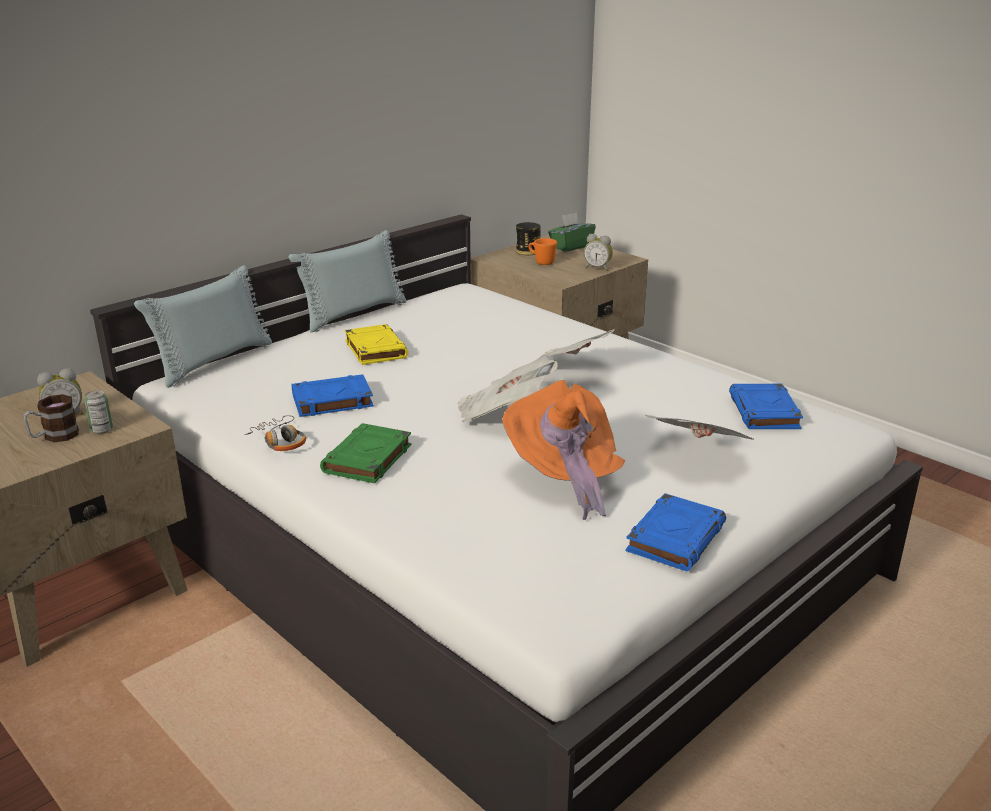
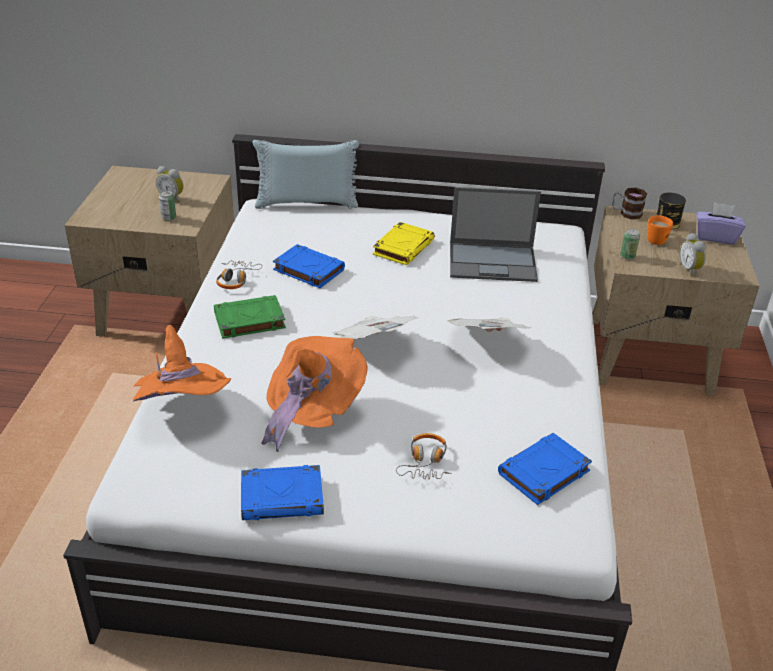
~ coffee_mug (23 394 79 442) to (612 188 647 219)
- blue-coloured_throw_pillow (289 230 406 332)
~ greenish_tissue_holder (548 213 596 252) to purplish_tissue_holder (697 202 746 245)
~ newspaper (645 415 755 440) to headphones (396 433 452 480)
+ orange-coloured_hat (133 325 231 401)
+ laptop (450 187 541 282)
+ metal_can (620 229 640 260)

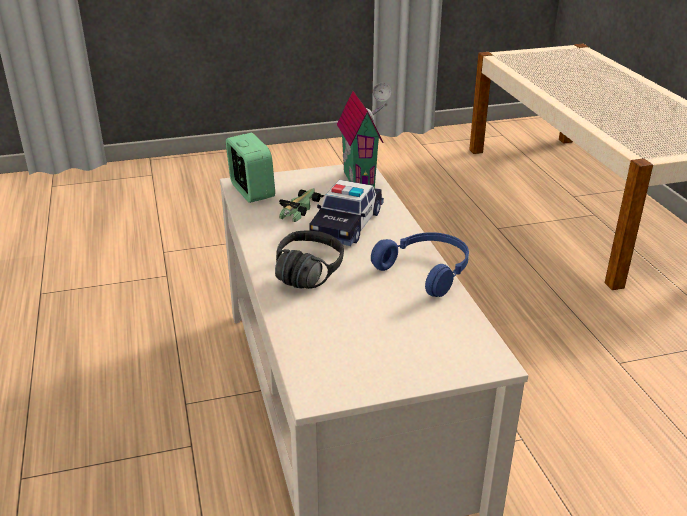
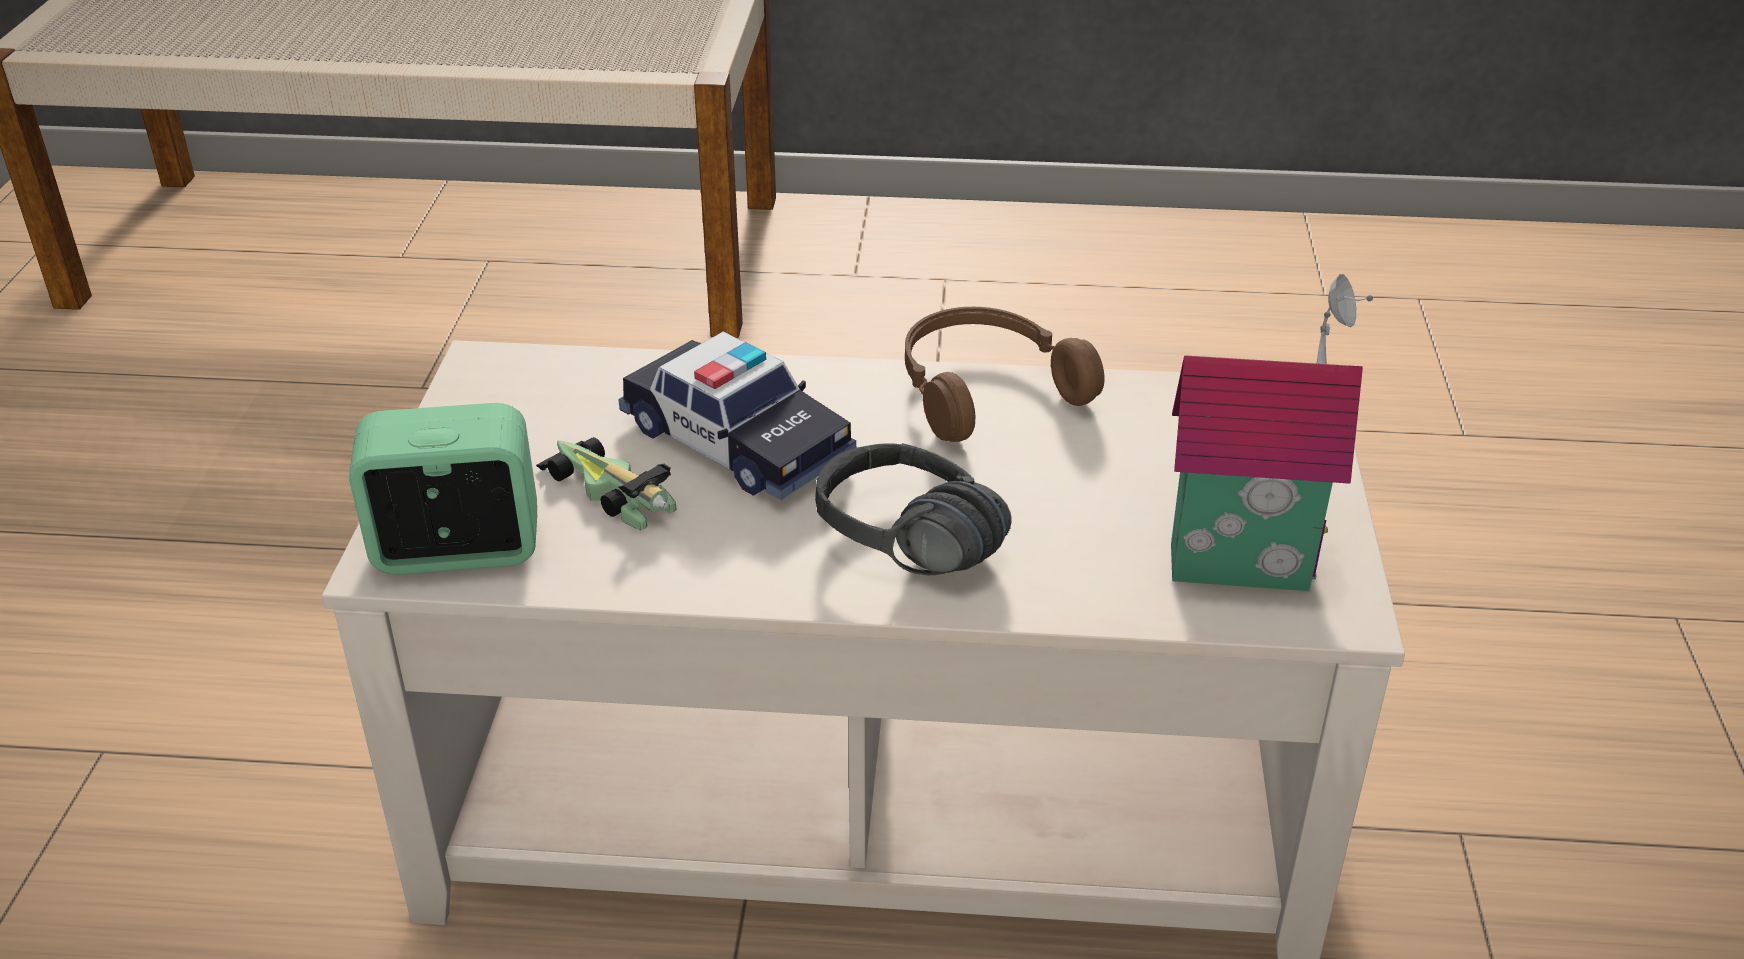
~ toy_house (337 83 391 188) to (1171 274 1373 591)
~ blue-coloured_headphones (371 232 469 297) to brown-coloured_headphones (905 307 1104 442)

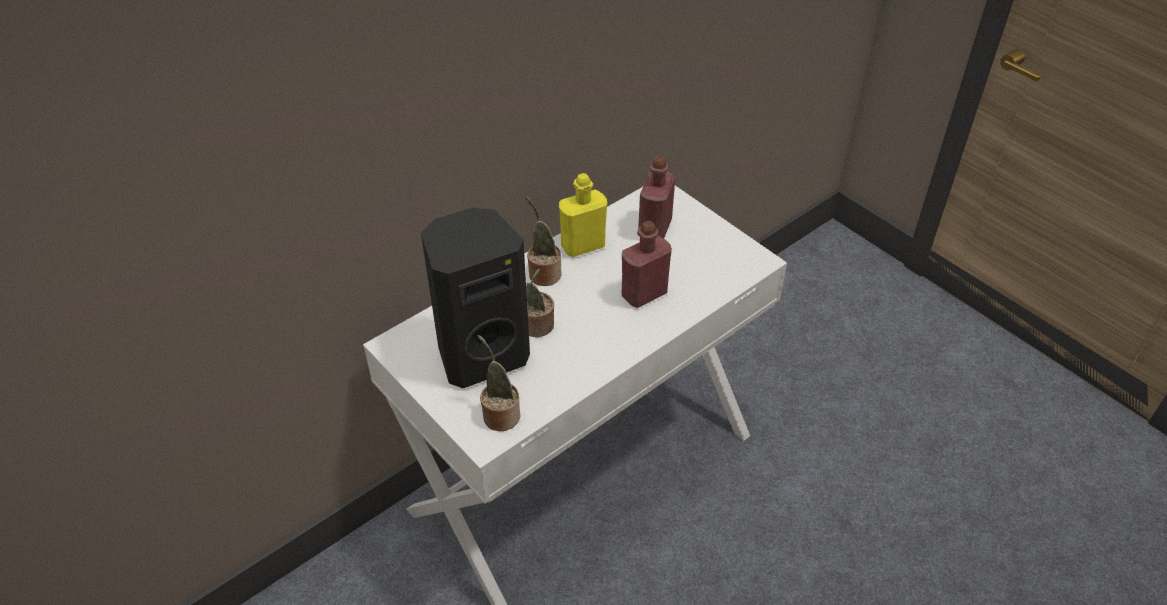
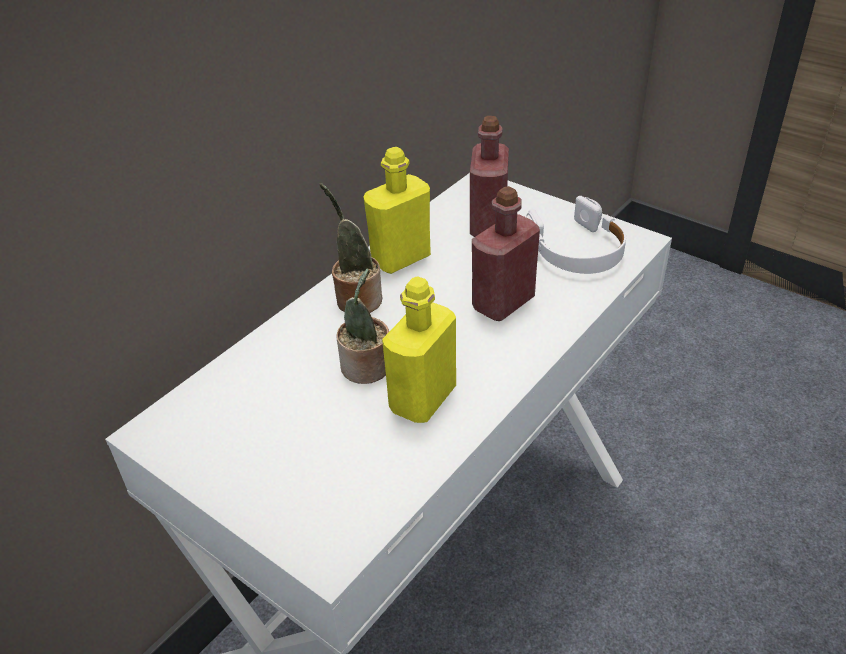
- black_audio_speaker (421 208 530 388)
- potted_plant (477 335 520 431)
+ yellow-coloured_beverage_bottle (382 276 456 423)
+ whitish_headphones (526 196 626 274)

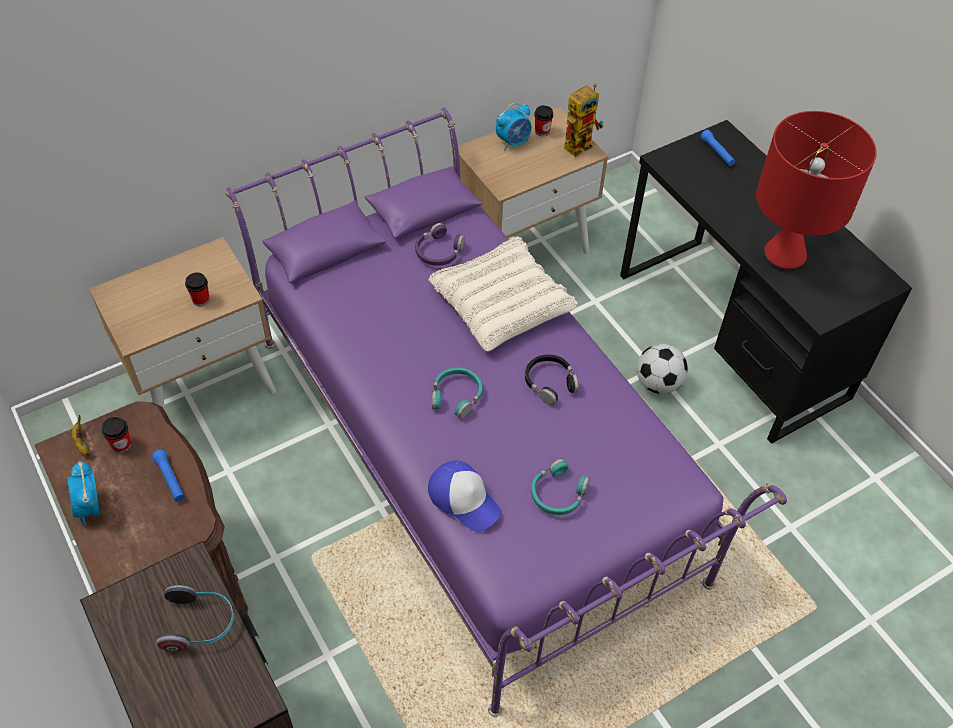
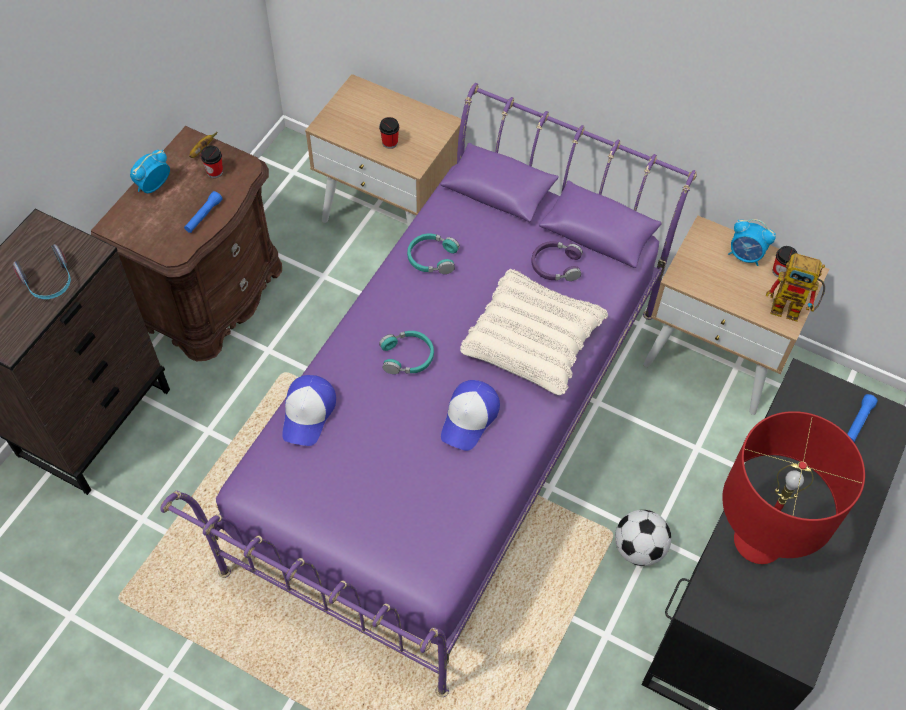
~ black_headphones (525 355 579 405) to cap (441 380 500 451)
~ turquoise_headphones (531 459 590 515) to (407 234 460 274)

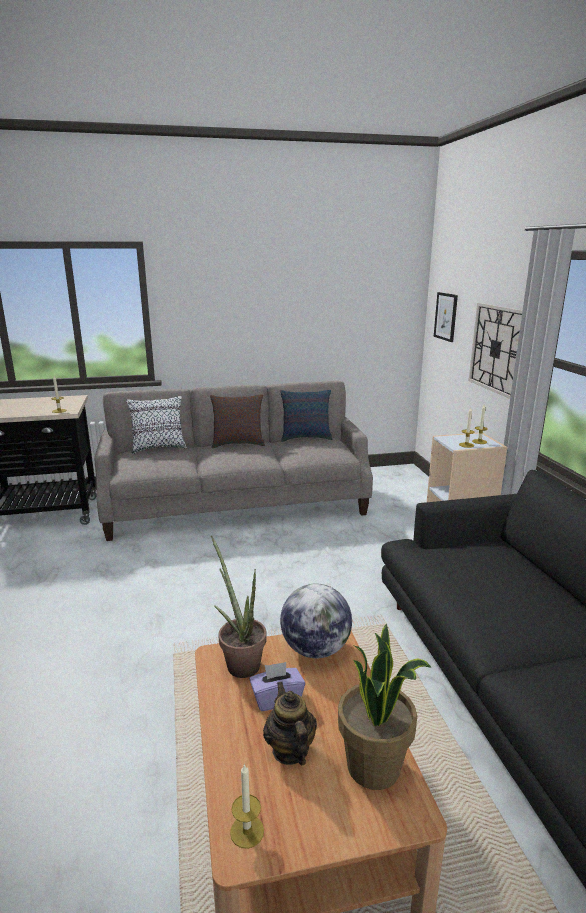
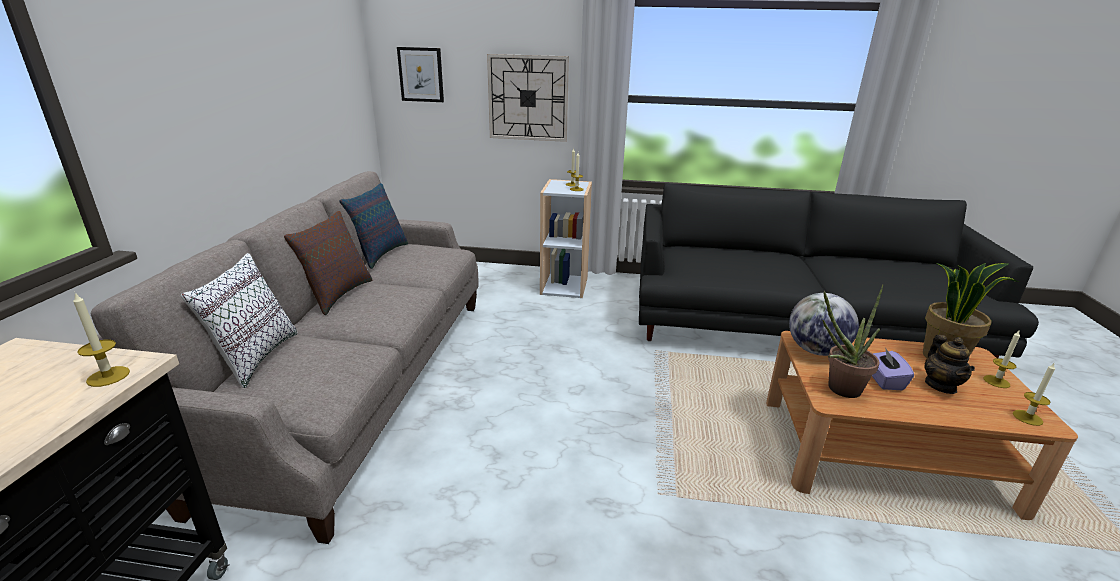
~ teapot (263 682 317 765) = (924 335 975 394) 90 degrees counterclockwise
+ wax_candle (984 331 1020 388)

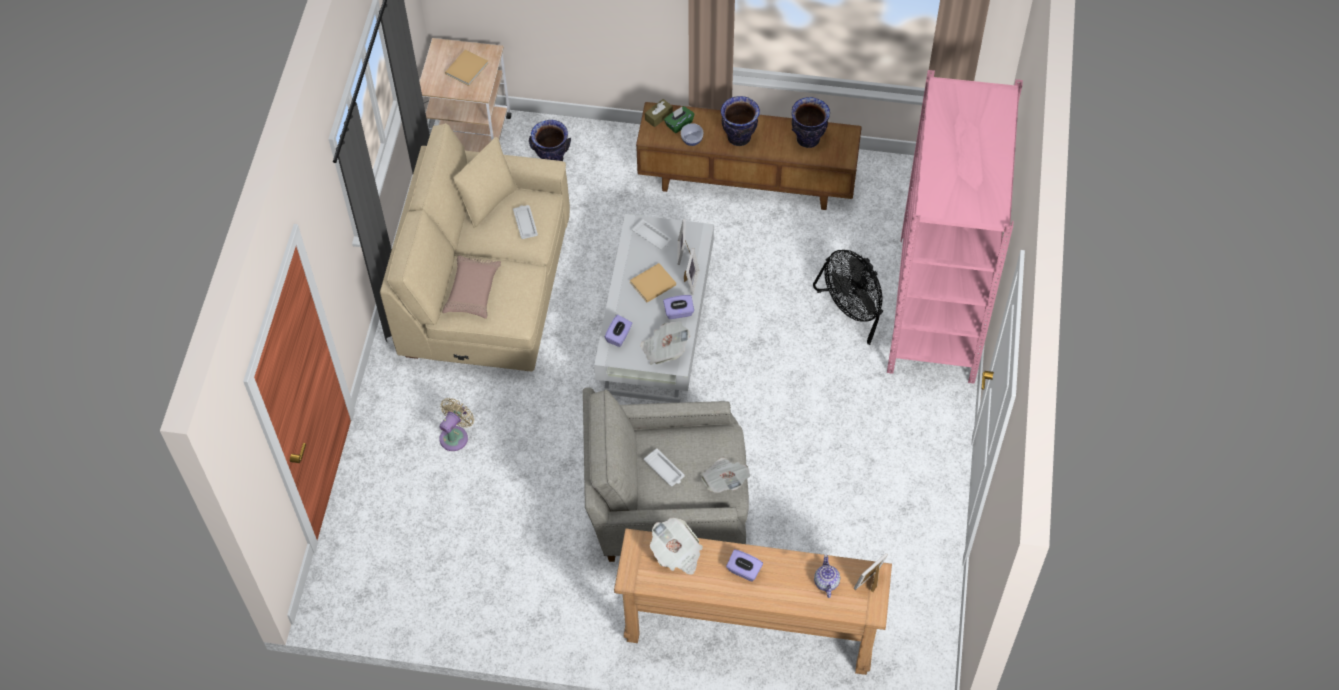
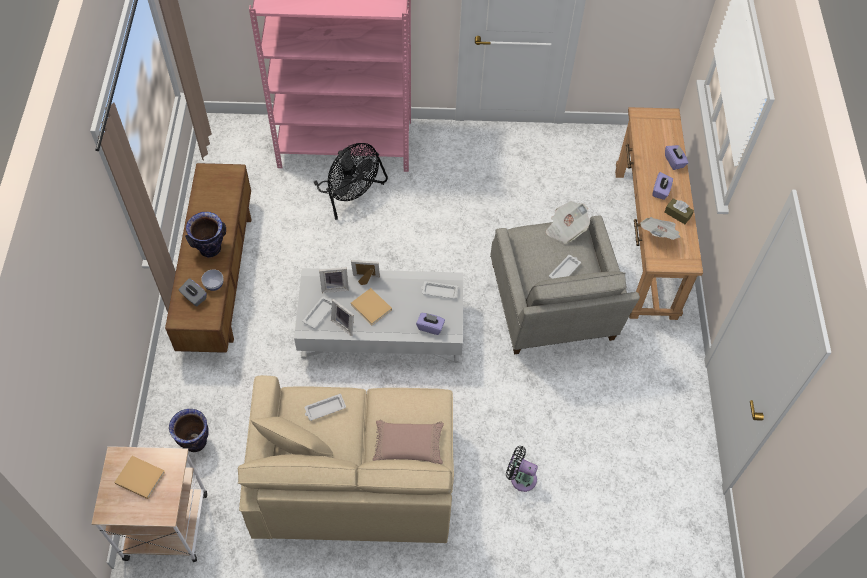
~ sand-coloured_cooling_fan (439 398 474 451) to black_cooling_fan (506 446 538 492)
~ newspaper (640 321 690 365) to whitish_carrying_tray (421 281 459 299)
~ brown-coloured_tissue_holder (645 99 673 127) to (664 198 694 224)
~ purplish_tissue_holder (663 295 694 319) to (665 145 689 170)
~ greenish_tissue_holder (664 106 695 133) to grey_tissue_holder (179 278 207 307)
- vase (791 97 830 148)
- teapot (814 555 840 598)
~ picture_frame (854 553 888 592) to (331 299 354 336)

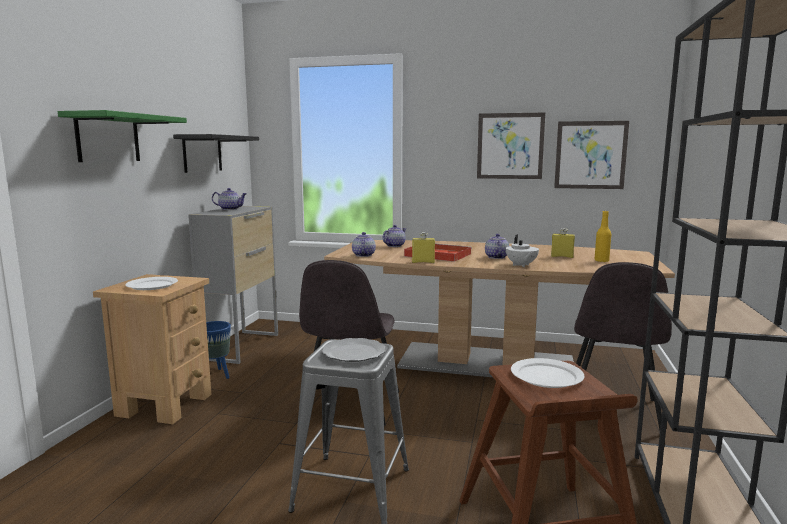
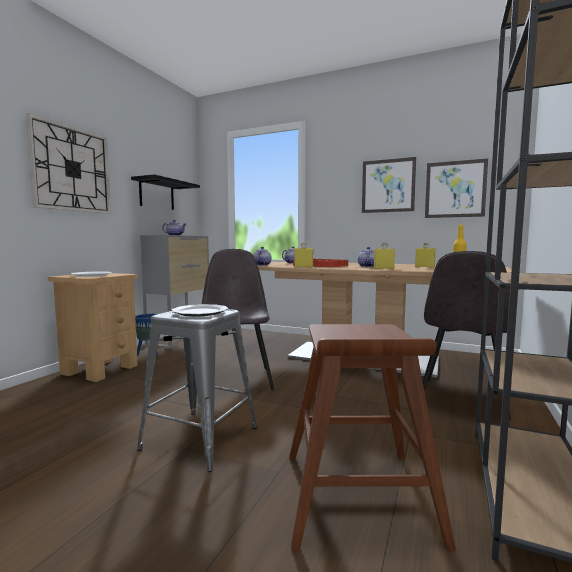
~ greenish_bracket_shelf (58 110 187 162) to clock_on_the_wall (26 113 111 214)
~ grey_chair (299 260 399 426) = (202 249 274 390) 150 degrees clockwise
~ whitish_teapot (506 234 539 267) to yellow-coloured_beverage_bottle (373 243 395 270)
- whitish_plate (511 358 584 388)

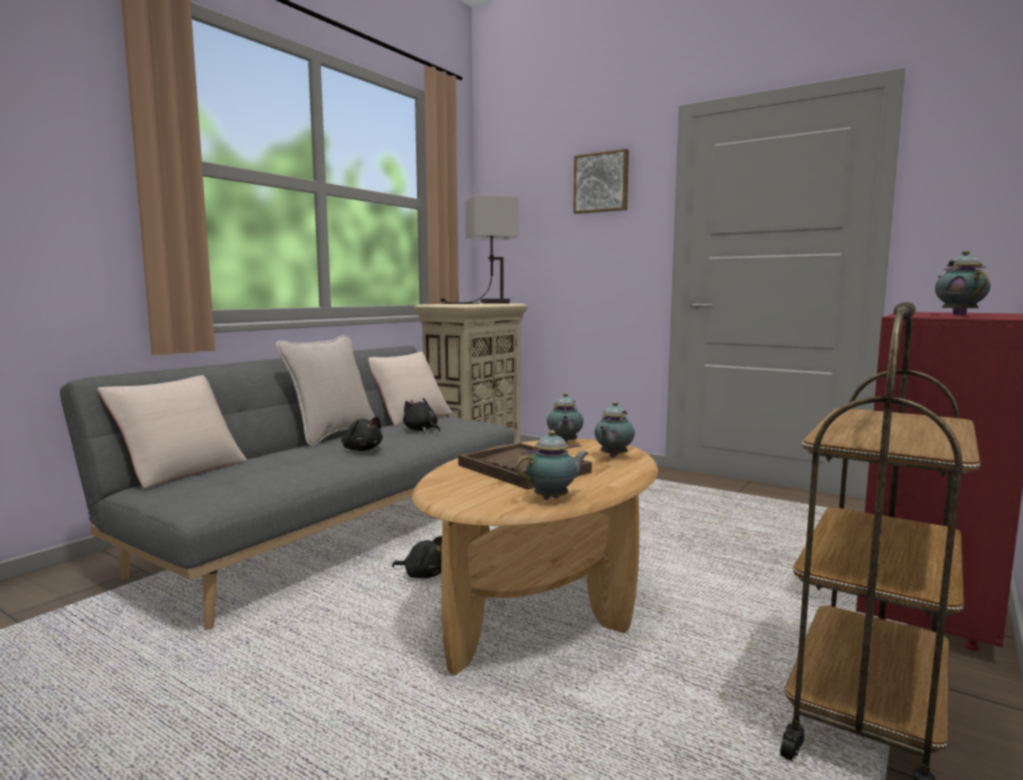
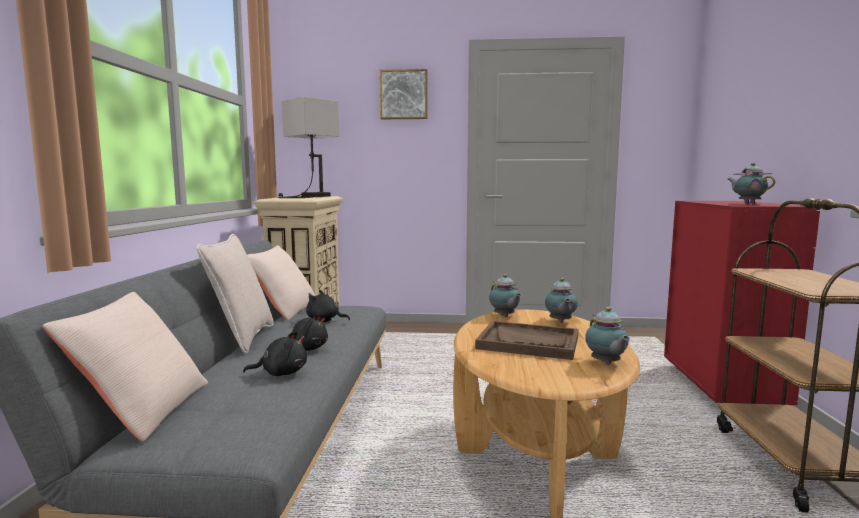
~ black_plush_toy (392 536 442 578) to (243 331 307 376)
~ teapot (515 430 589 500) = (585 307 630 365) 135 degrees clockwise

